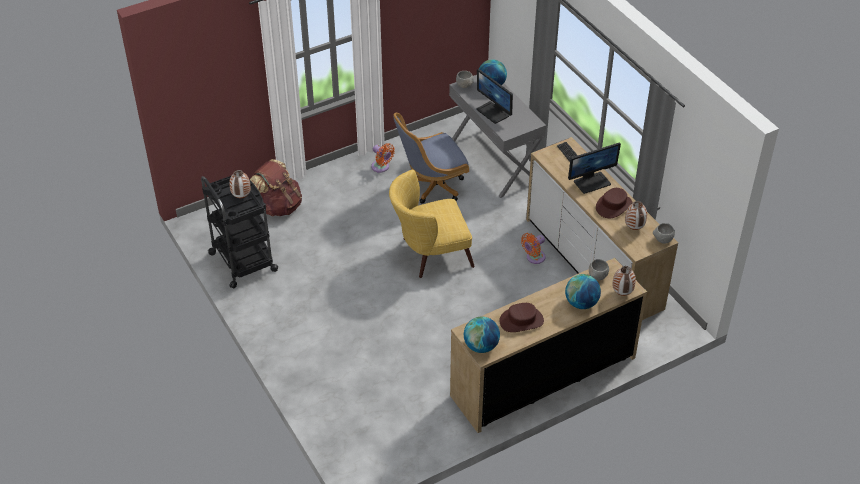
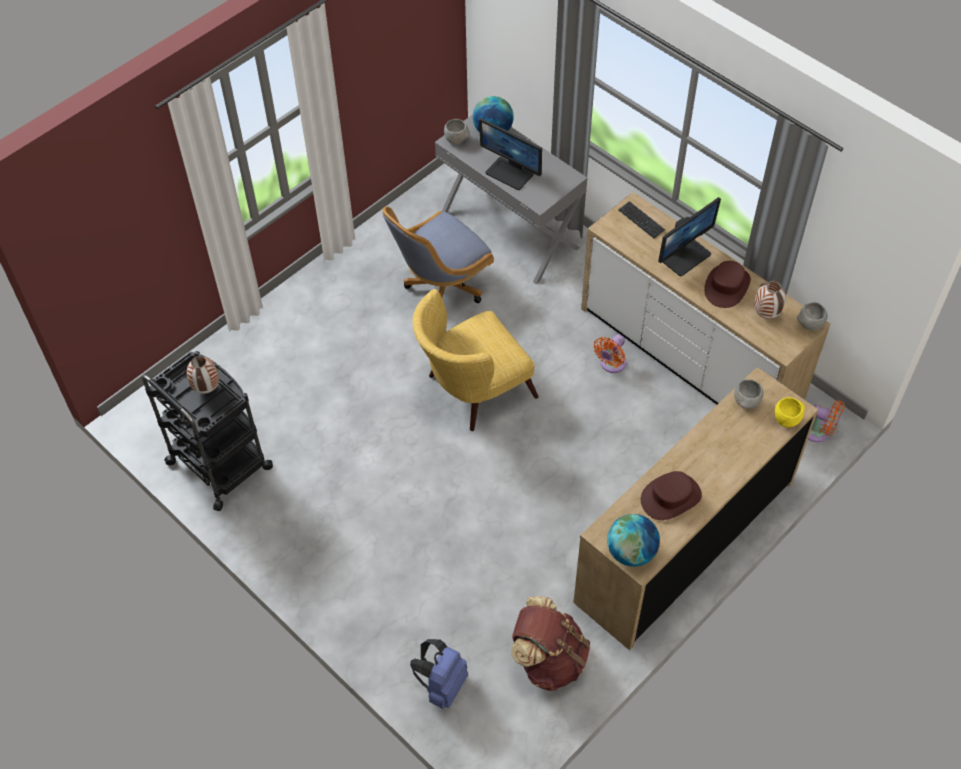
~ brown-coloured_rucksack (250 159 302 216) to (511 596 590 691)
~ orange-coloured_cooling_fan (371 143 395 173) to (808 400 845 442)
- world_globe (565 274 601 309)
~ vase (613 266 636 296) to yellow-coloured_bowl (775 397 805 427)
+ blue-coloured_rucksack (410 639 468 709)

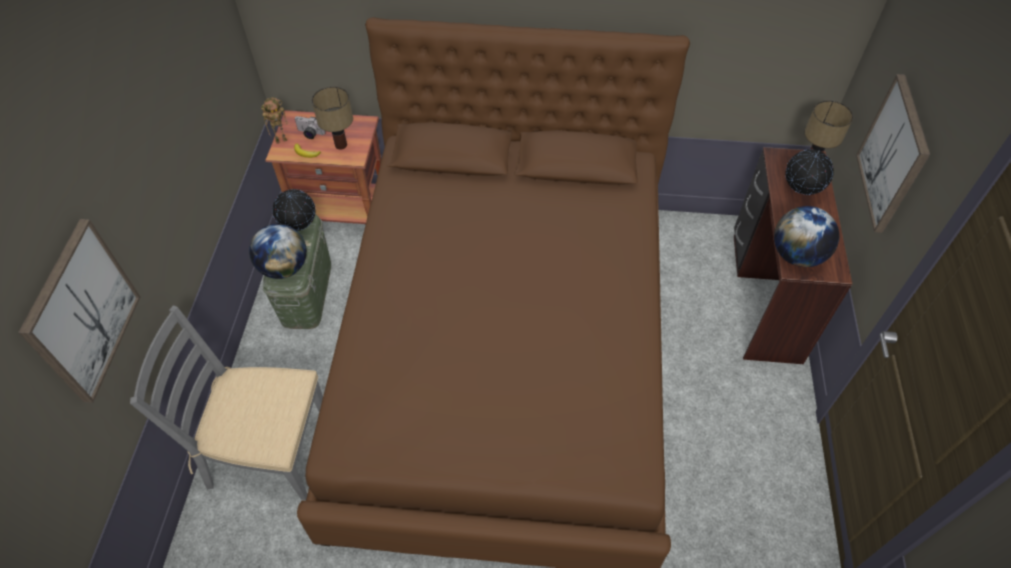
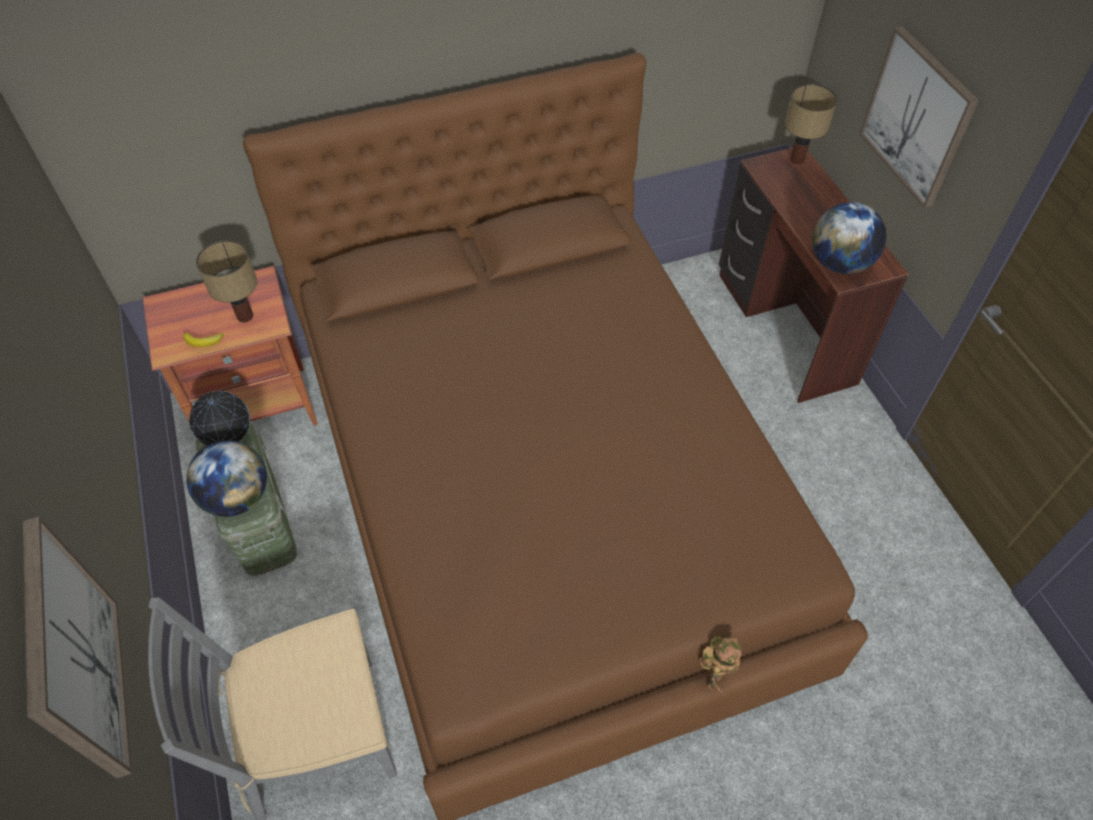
~ robot_figure (261 97 288 144) to (700 636 742 692)
- photo_camera (295 116 326 139)
- world_globe (786 149 834 195)

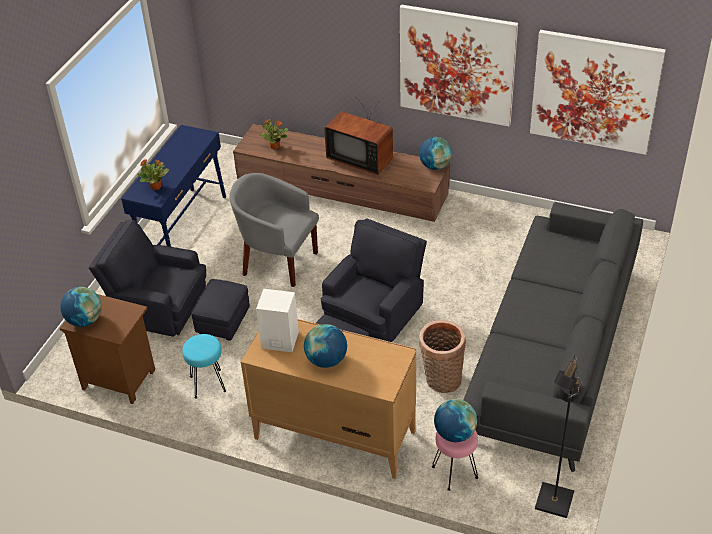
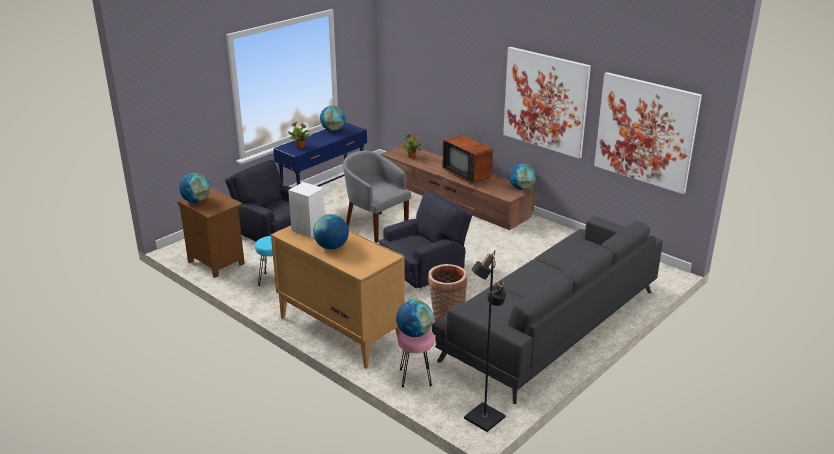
+ world_globe (320 106 345 131)

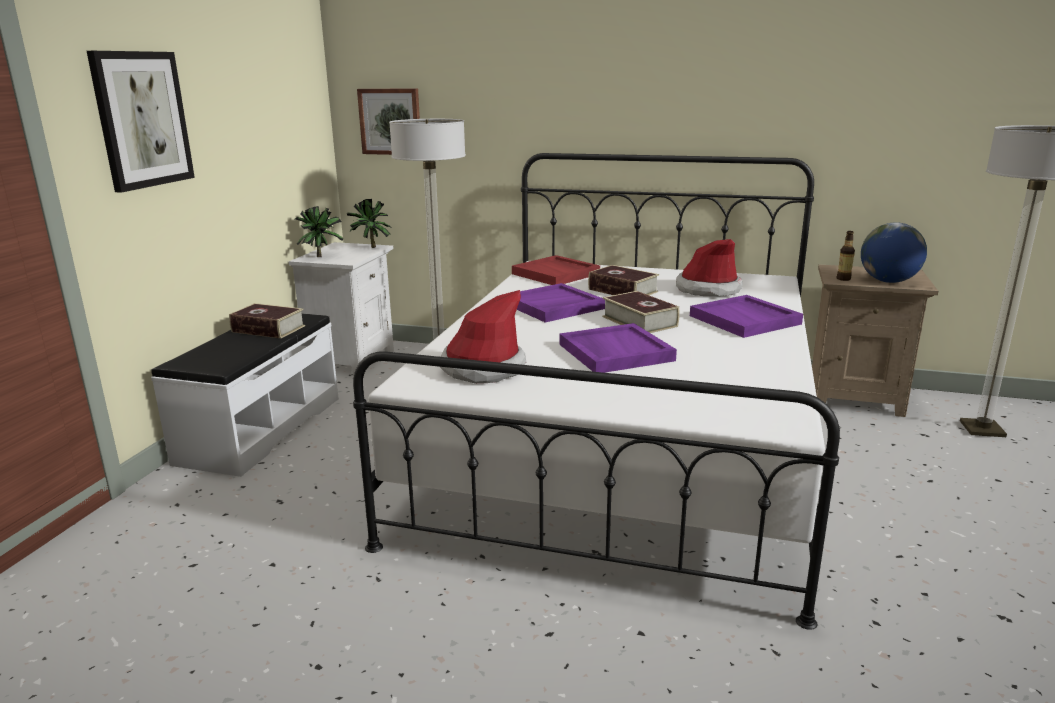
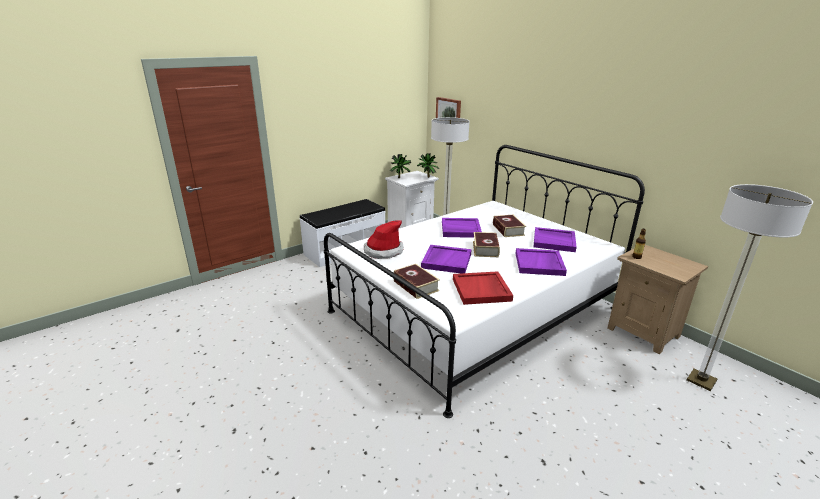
- wall_art (87 51 195 193)
~ book (229 303 305 338) to (394 264 440 299)
~ red-coloured_carrying_tray (512 255 600 285) to (453 271 513 305)
~ hat (676 239 743 296) to purplish_carrying_tray (534 227 577 252)
- world_globe (861 222 927 283)

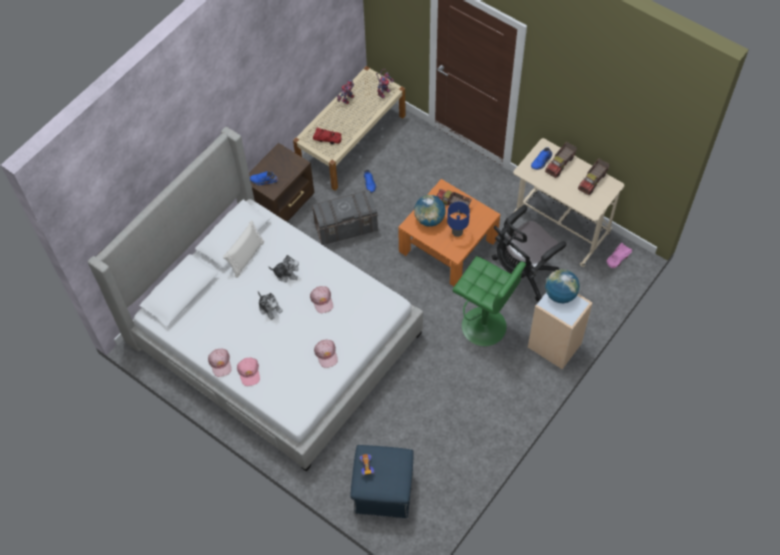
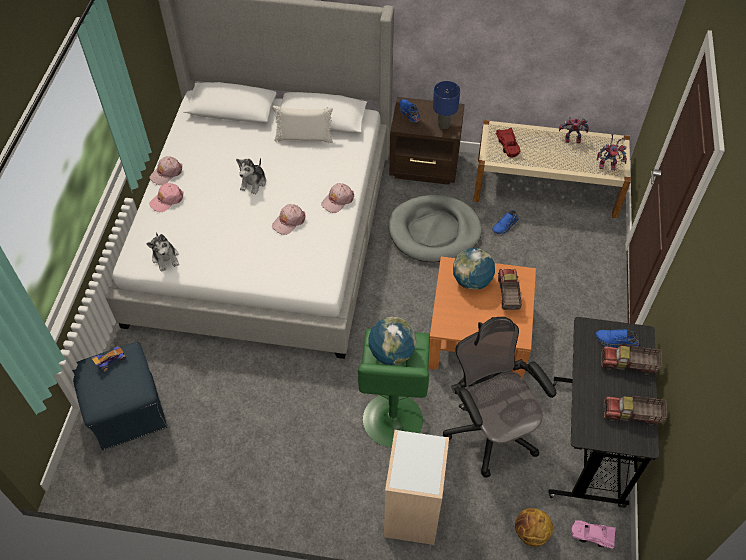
~ plush_toy (268 255 299 282) to (146 232 179 272)
~ grey_storage_container (311 190 378 245) to grey_dog_bed (388 195 482 262)
~ pinkish_cap (314 339 338 368) to (321 183 354 213)
~ blue-coloured_tabletop_lamp (447 202 470 237) to (433 81 460 129)
~ desk_chair (492 205 566 302) = (443 317 557 477) 45 degrees clockwise
~ sand-coloured_desk_table (512 138 624 267) to black_desk_table (548 317 659 508)
~ world_globe (545 269 580 303) to (368 317 417 365)
+ basketball (515 508 553 547)

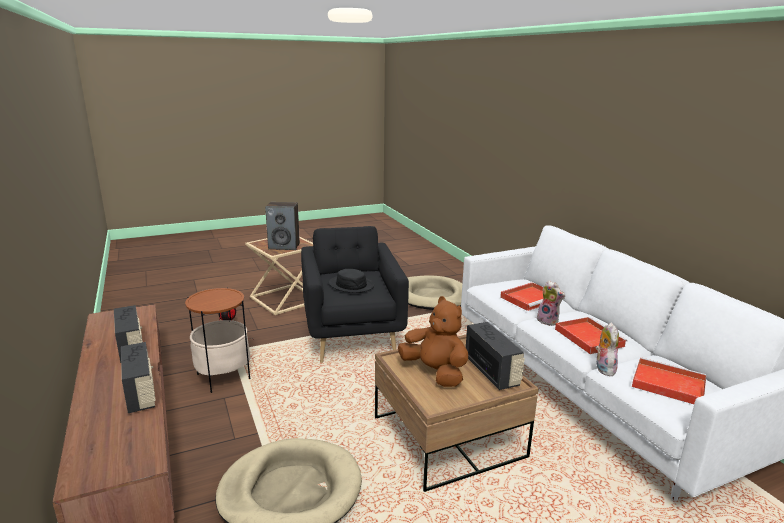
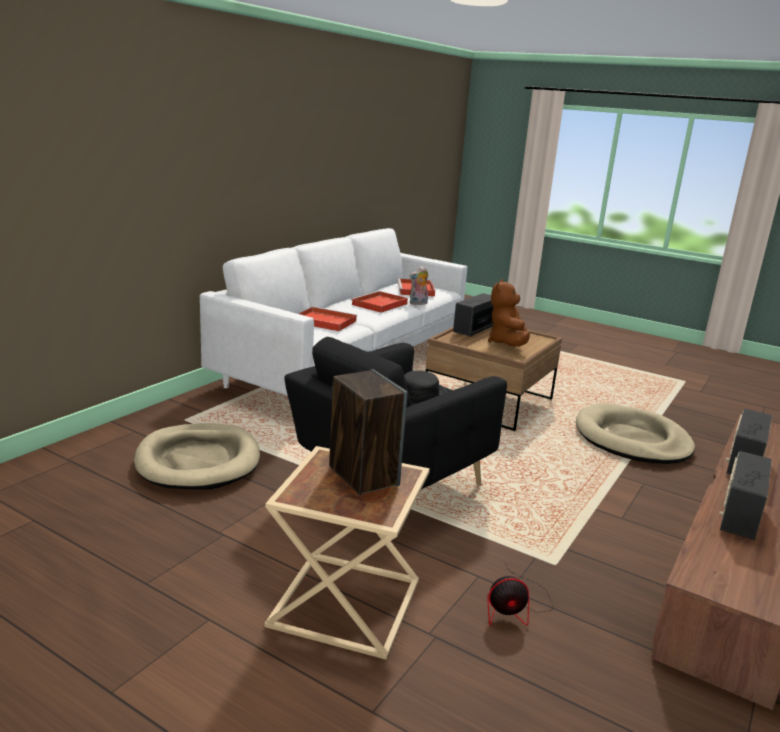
- end_table (185 287 250 393)
- plush_toy (537 280 565 326)

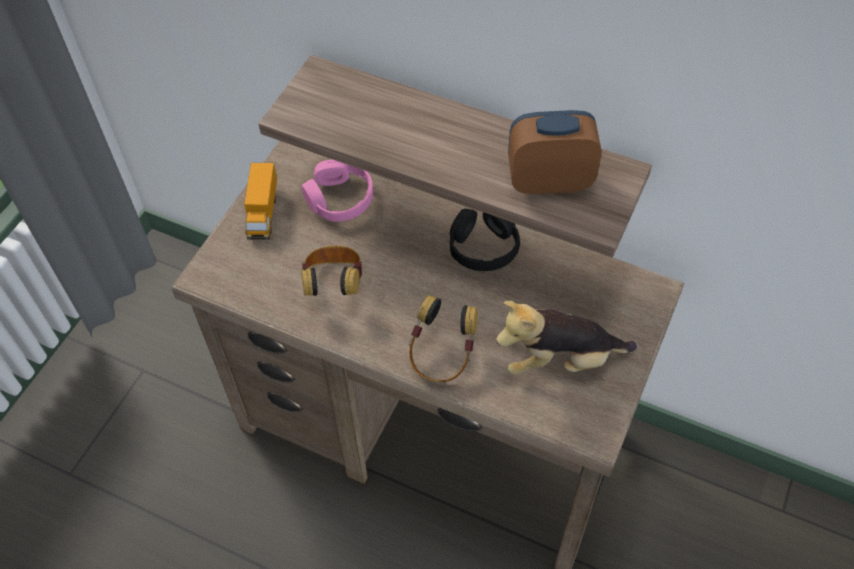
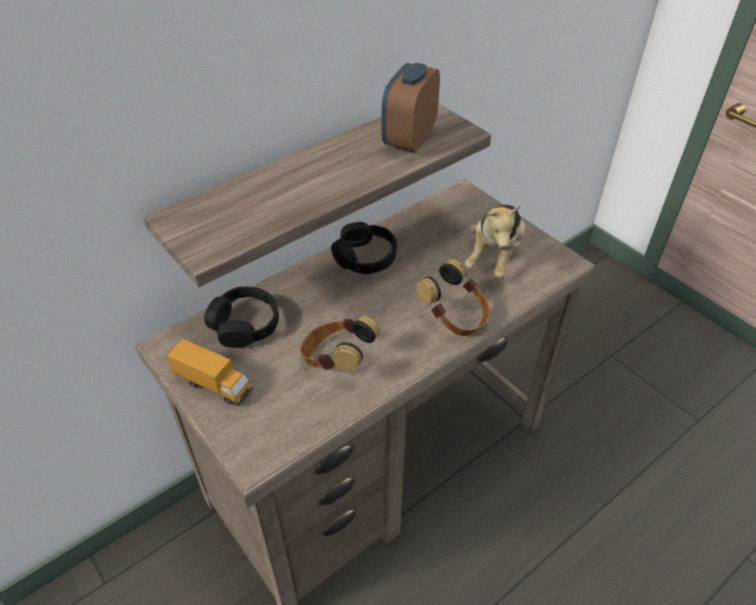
~ pinkish_headphones (301 159 373 222) to black_headphones (204 286 279 348)

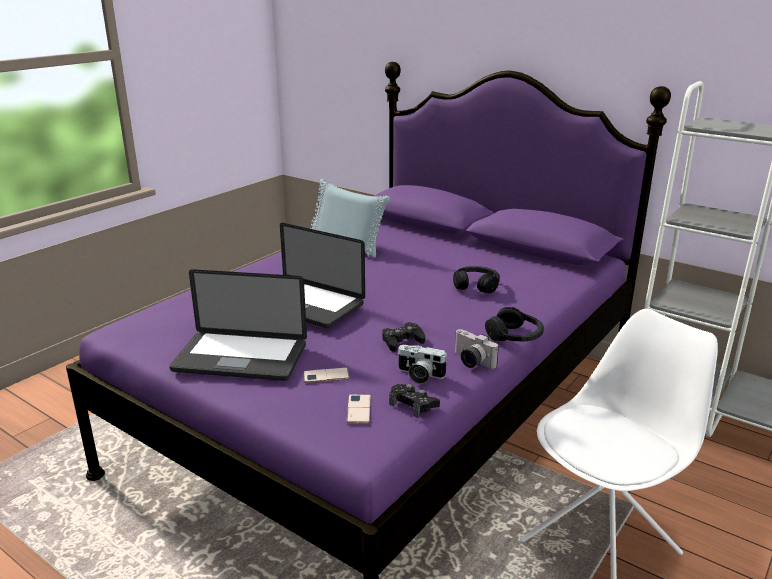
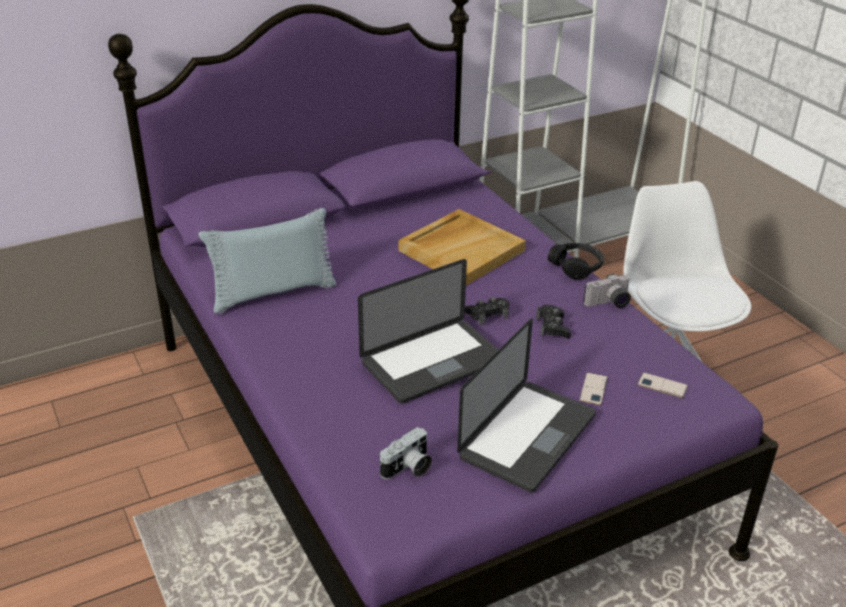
~ black_joypad (389 384 440 418) to (465 297 509 325)
~ photo_camera (397 345 448 384) to (380 427 432 479)
~ black_headphones (453 266 500 294) to sand-coloured_carrying_tray (399 209 526 285)

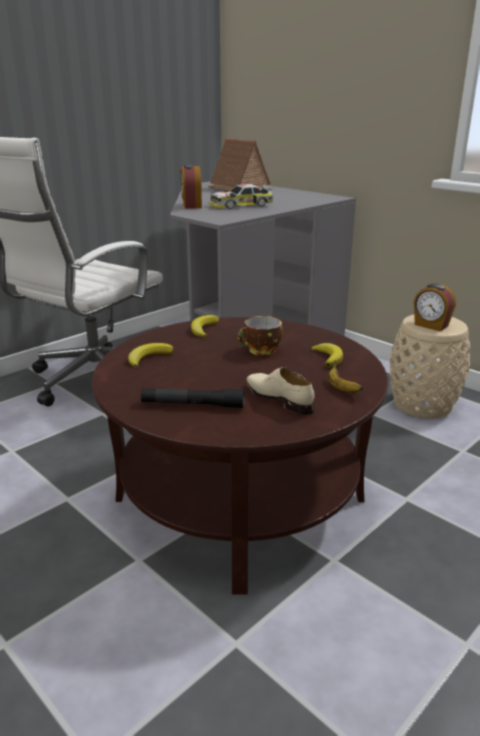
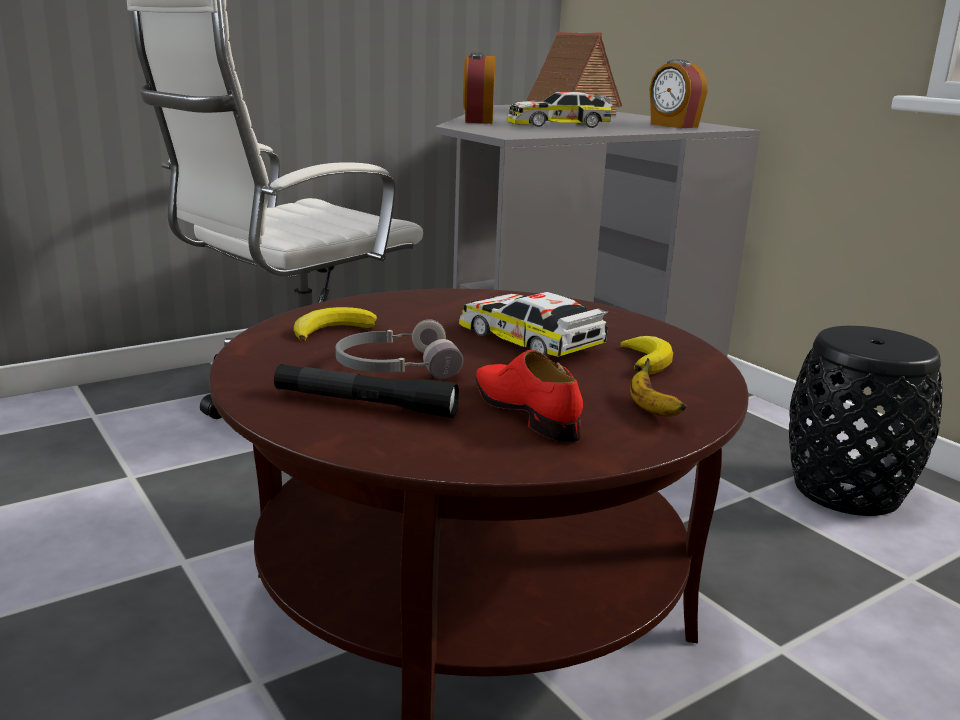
- banana_fruit (191 315 219 338)
~ small_cup (238 316 283 356) to model_car (459 292 608 357)
~ sand-coloured_shoe (246 367 314 415) to red-coloured_shoe (476 350 583 442)
~ sand-coloured_stool_seat (390 314 470 419) to black_stool_seat (789 326 943 516)
~ table_clock (414 283 456 332) to (649 60 707 128)
+ grey_headphones (336 319 464 380)

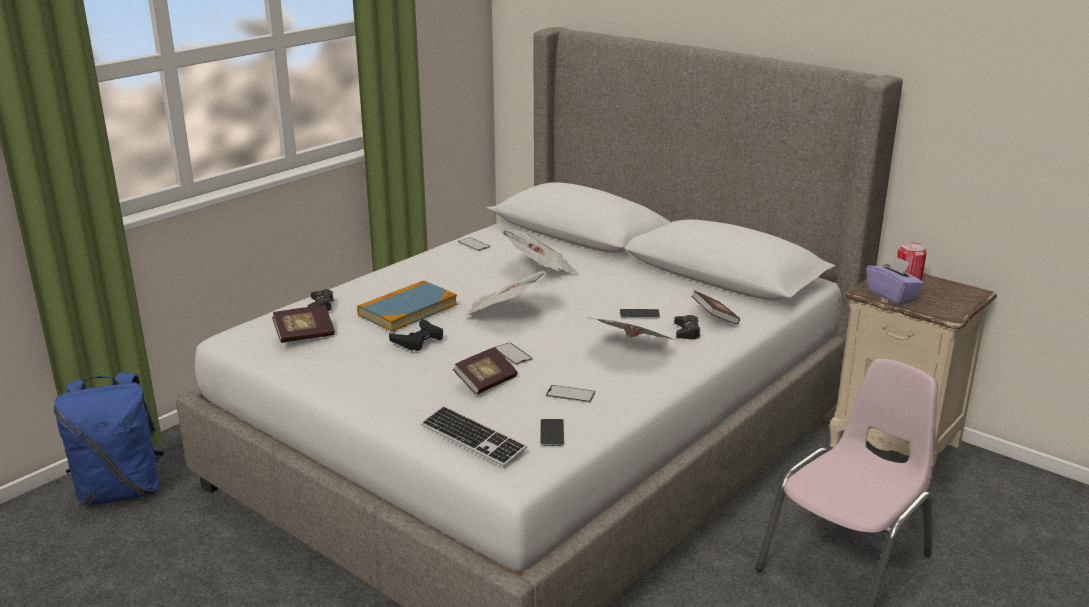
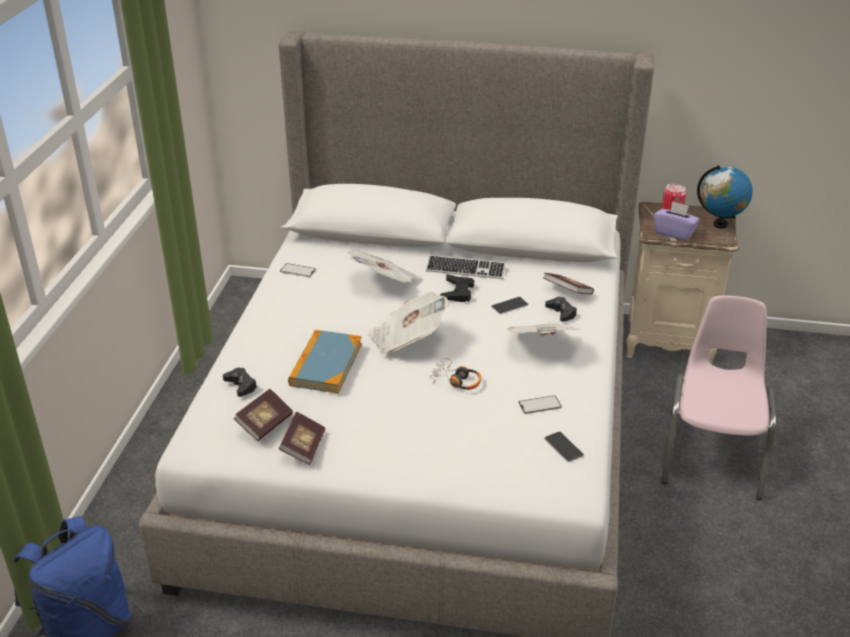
~ black_joypad (389 319 443 351) to (440 274 474 302)
~ PC_keyboard (421 406 527 467) to (426 255 506 279)
~ book (453 347 518 395) to (279 412 325 465)
~ telephone (495 343 532 365) to headphones (430 359 481 390)
+ world_globe (697 165 753 229)

